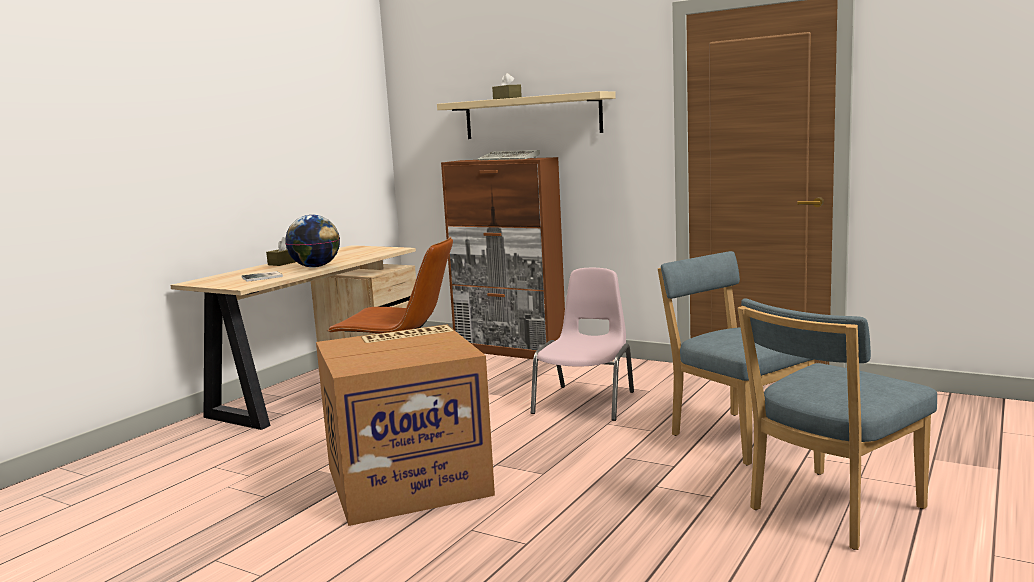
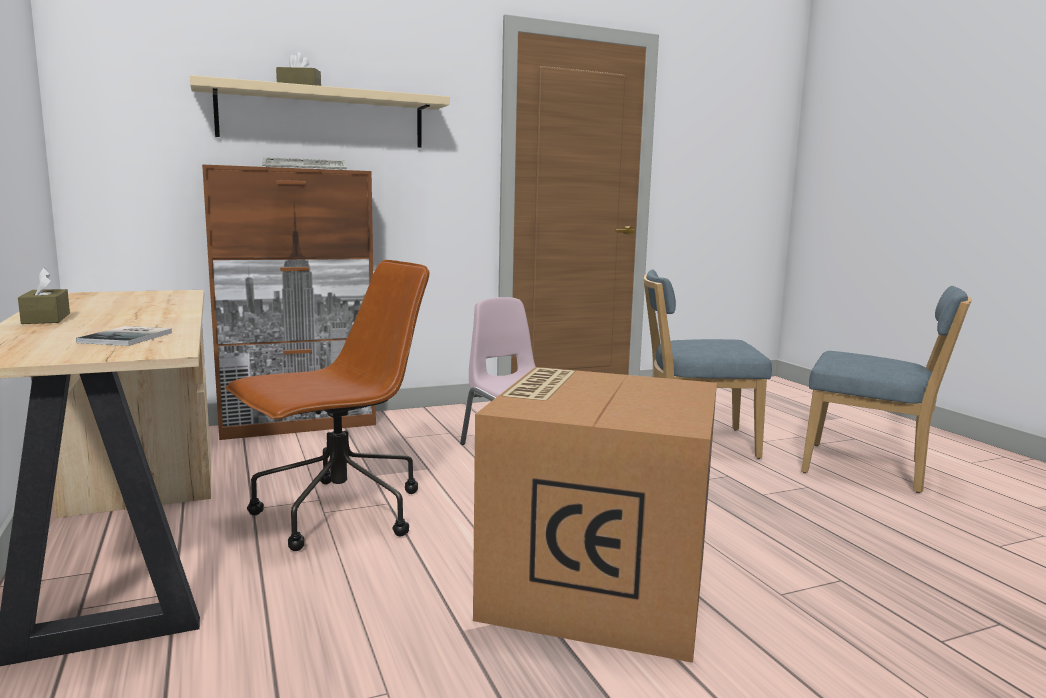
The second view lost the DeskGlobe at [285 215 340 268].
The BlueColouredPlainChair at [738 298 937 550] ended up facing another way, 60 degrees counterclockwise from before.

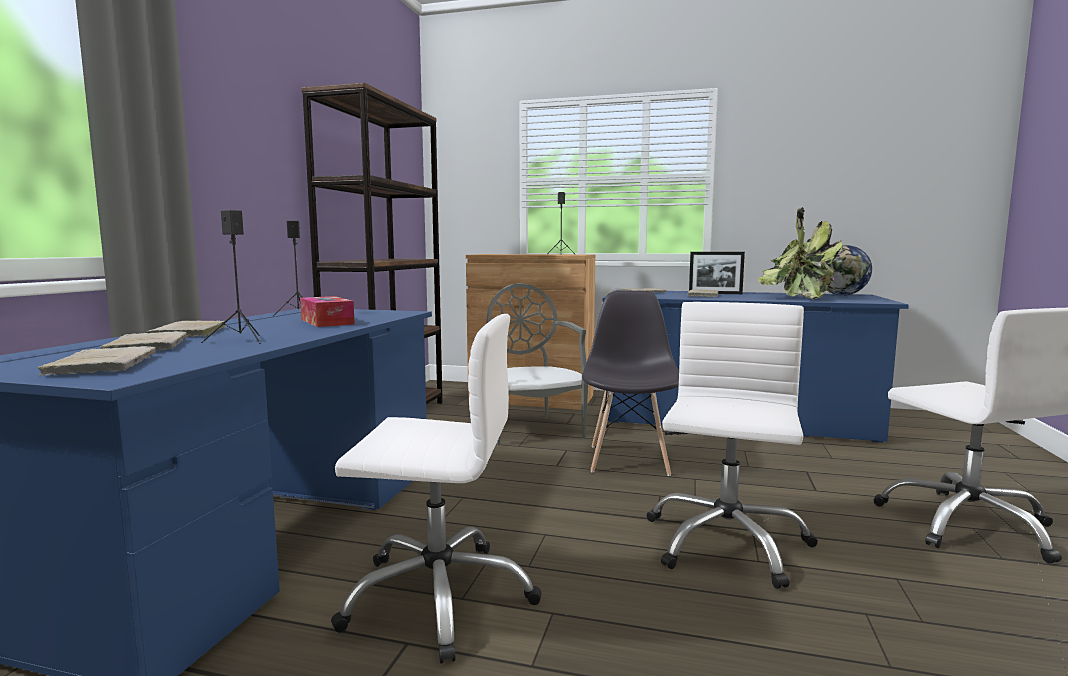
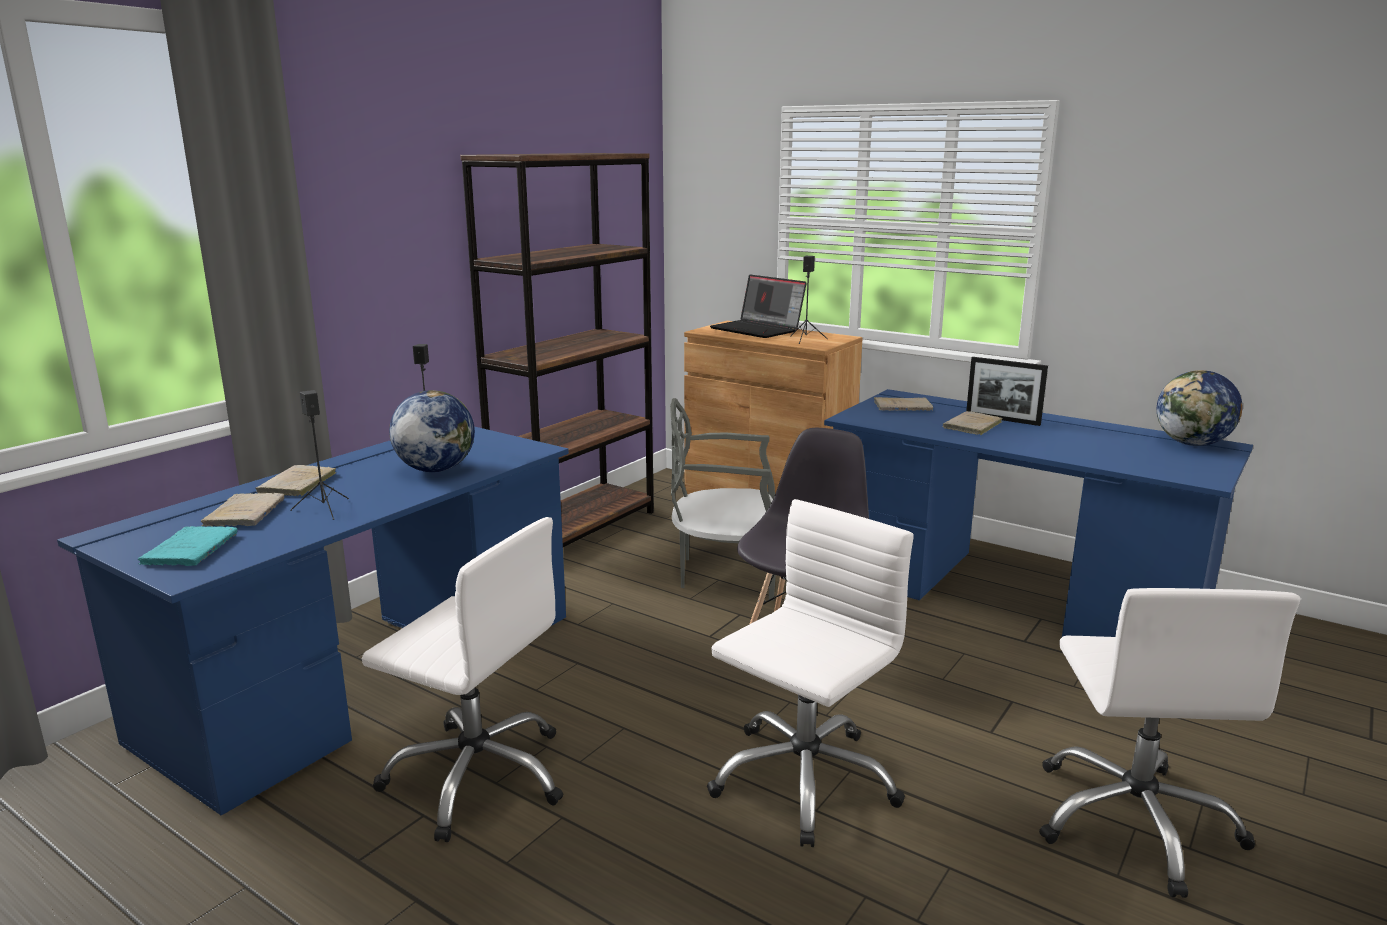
The second view lost the PottedPlant at [758 207 842 299].
The GrayPlainChair at [486 283 588 445] ended up facing another way, 90 degrees counterclockwise from before.
Where the TissueBox stood at [300 296 355 327], the DeskGlobe came to stand at [389 390 475 472].
What was the BeigeColouredBoundBook at [38 346 156 376] turned into the BlueGreenBoundBook at [138 526 238 566].
The second view gained the PortableComputer at [710 275 807 338].

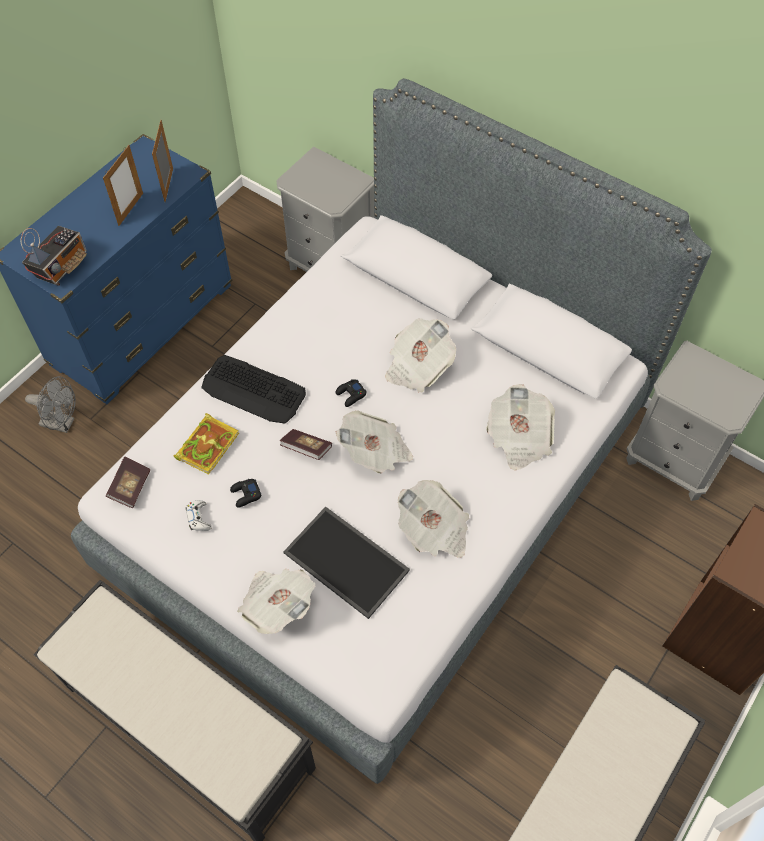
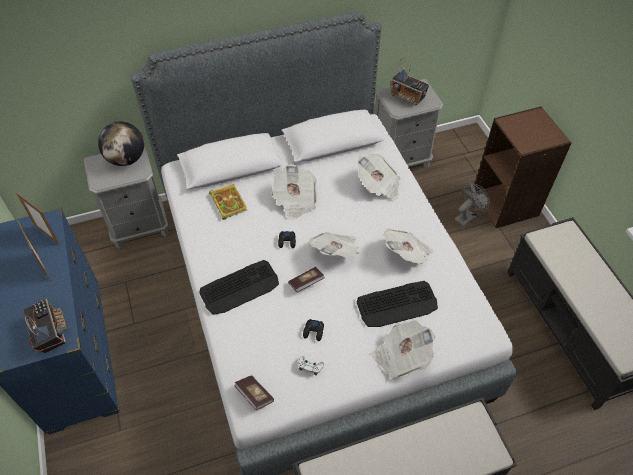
The GrayCoolingFan ended up elsewhere, having gone from [25 376 76 433] to [455 183 490 227].
The BoundBook ended up elsewhere, having gone from [174 413 239 475] to [209 184 247 220].
Where the Tray stood at [283 506 410 619], the ComputerKeyboard came to stand at [357 281 438 327].
The second view gained the RadioReceiver at [390 58 429 105].
The second view gained the DeskGlobe at [98 122 144 166].

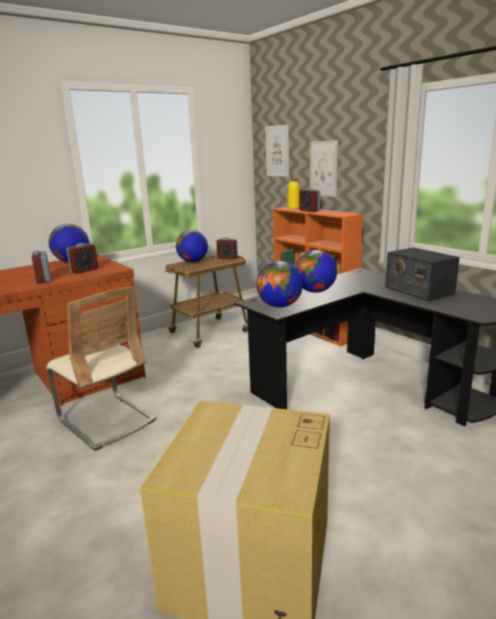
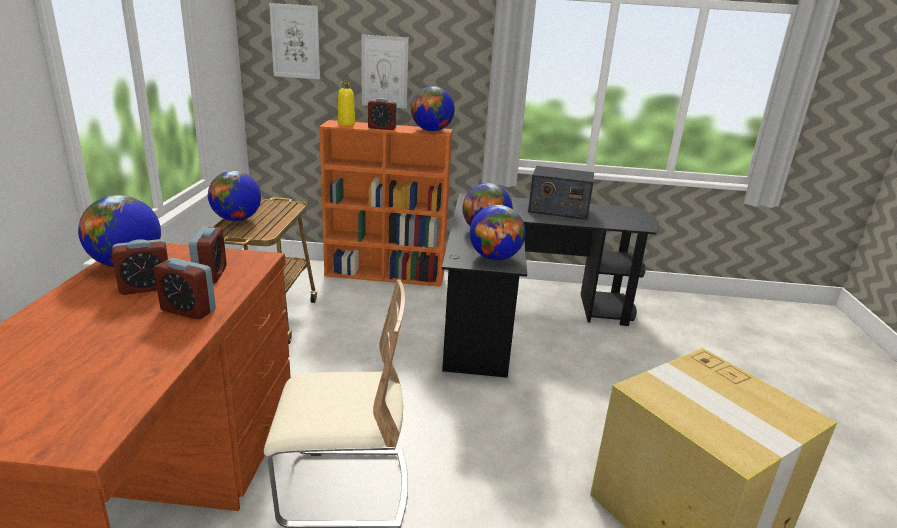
The AlarmClock ended up elsewhere, having gone from [216 237 238 260] to [112 239 168 295].
The second view gained the DeskGlobe at [411 86 455 131].

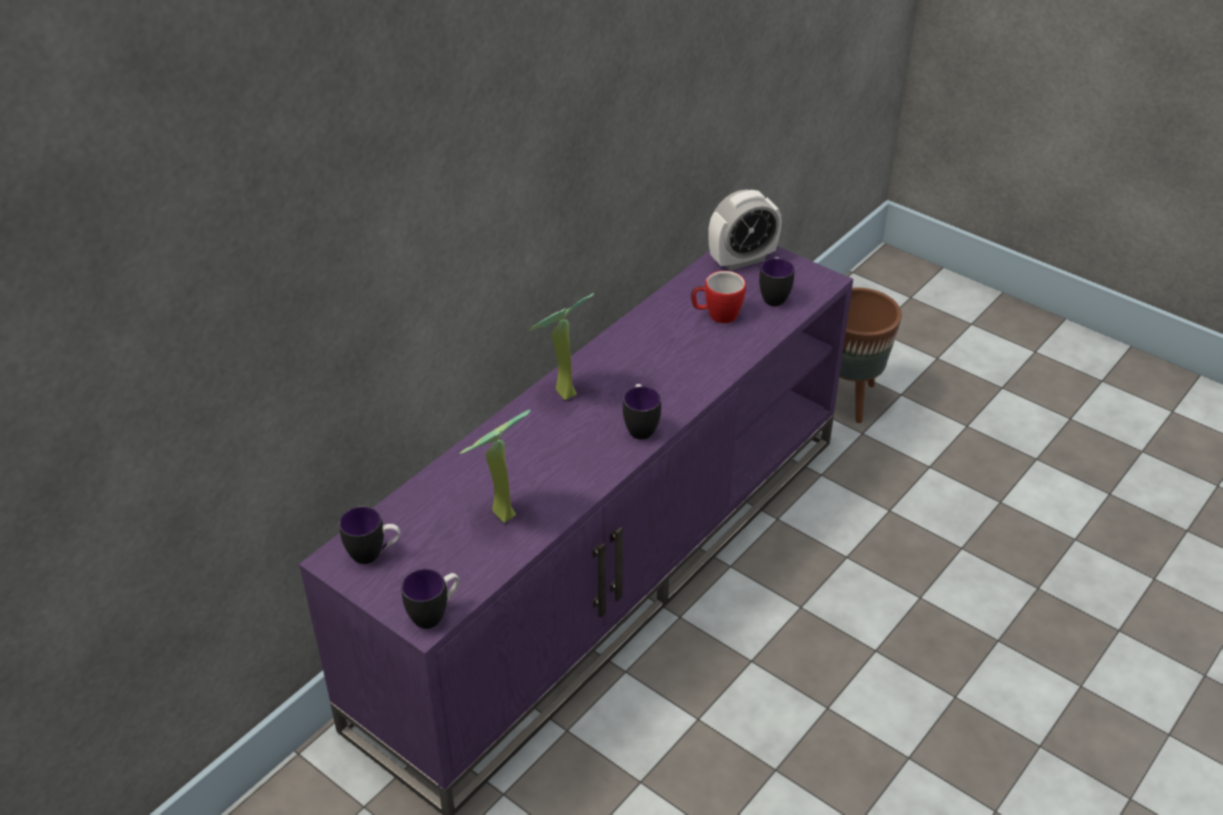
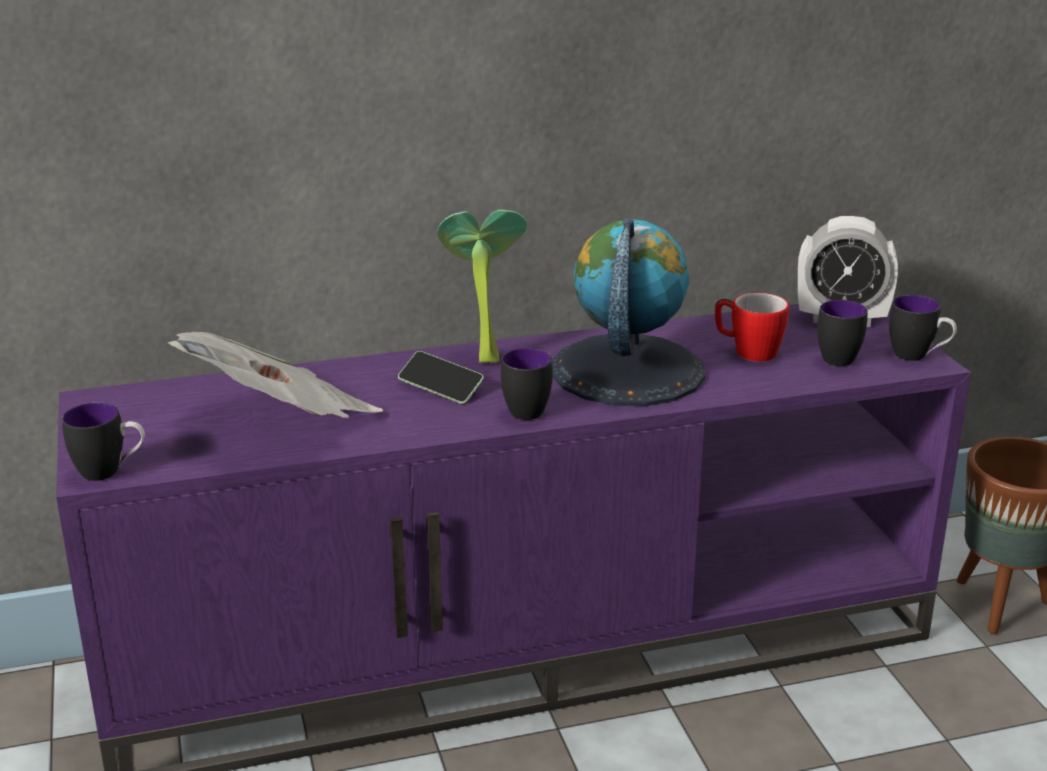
Where the PottedPlant stood at [459 409 531 523], the Newspaper came to stand at [168 332 383 418].
The Mug ended up elsewhere, having gone from [339 507 400 564] to [889 295 957 361].
The second view gained the DeskGlobe at [552 218 705 406].
The second view gained the Handset at [398 351 484 404].

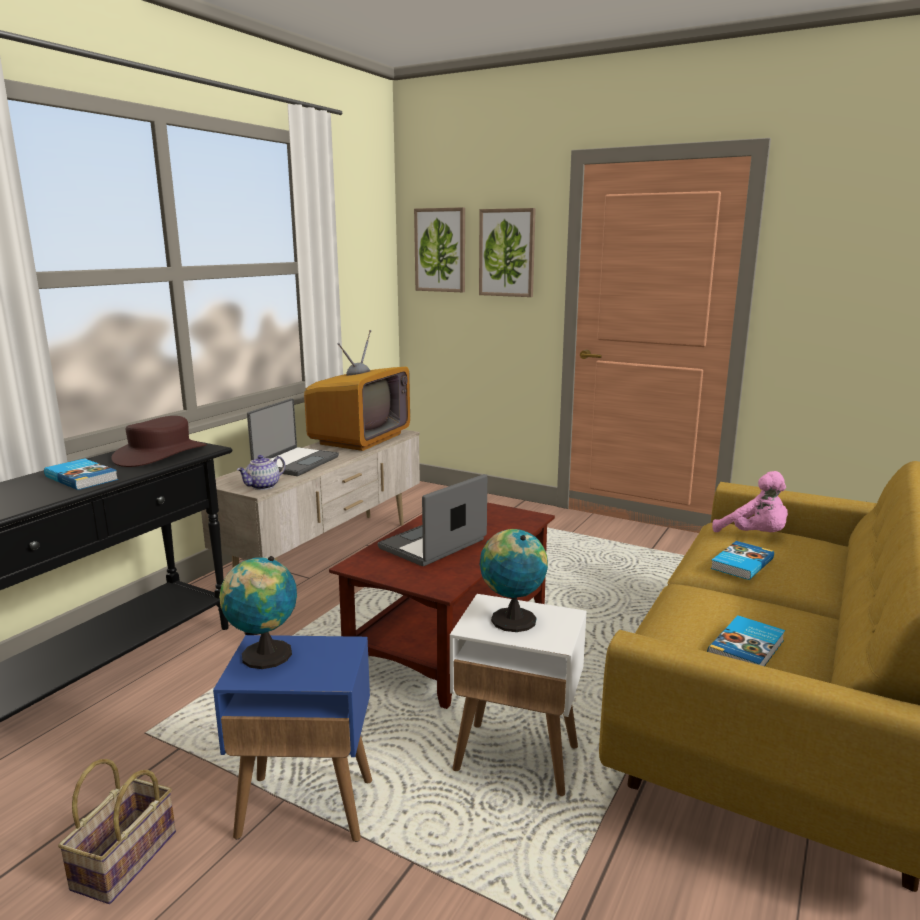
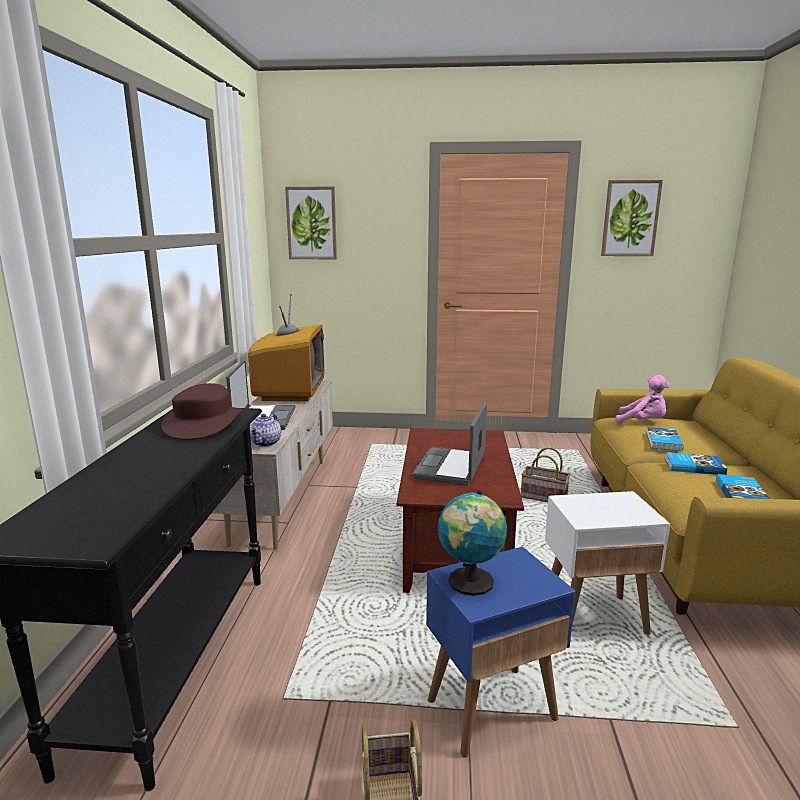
The WallArt ended up elsewhere, having gone from [479 208 536 297] to [601 180 663 256].
The BoundBook ended up elsewhere, having gone from [44 458 118 490] to [665 452 727 475].
The second view lost the DeskGlobe at [480 529 548 632].
The second view gained the StorageBasket at [521 447 570 502].

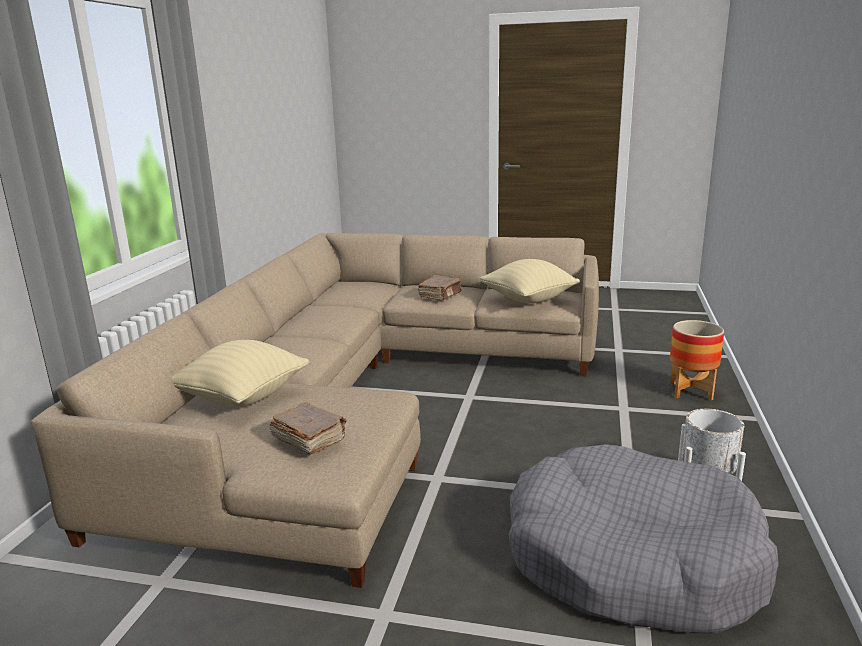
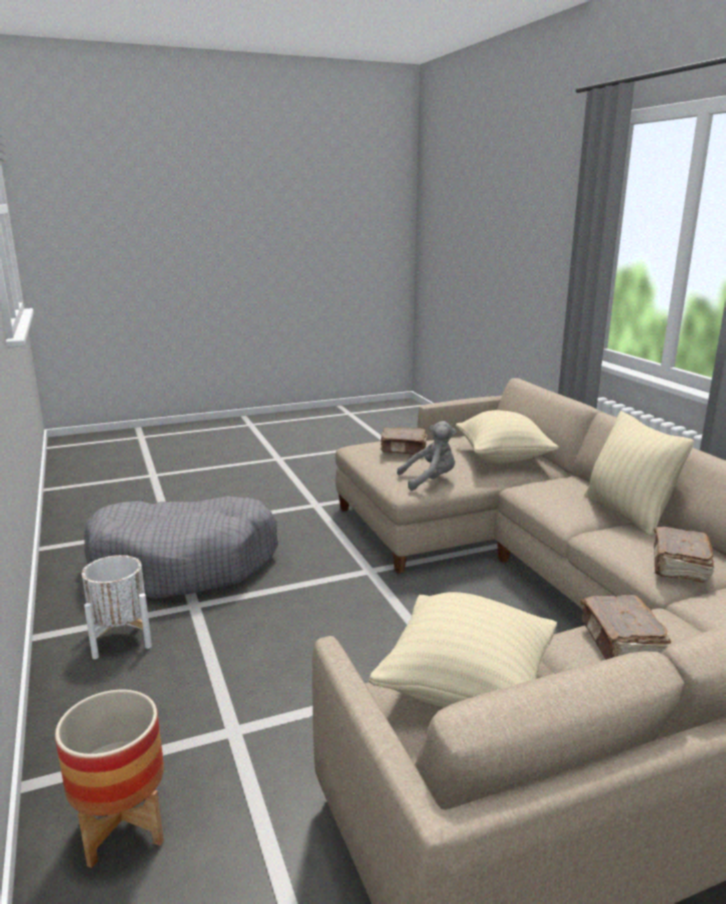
The second view gained the BeigeColouredThrowPillow at [584 411 694 536].
The second view gained the GraySoftToy at [397 421 457 491].
The second view gained the BrownColouredBoundBook at [654 527 714 583].

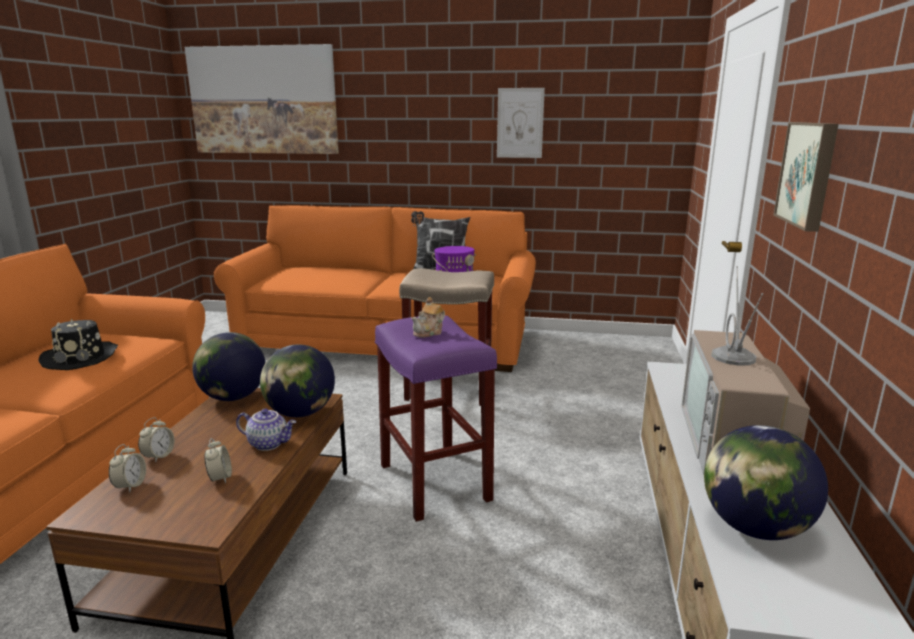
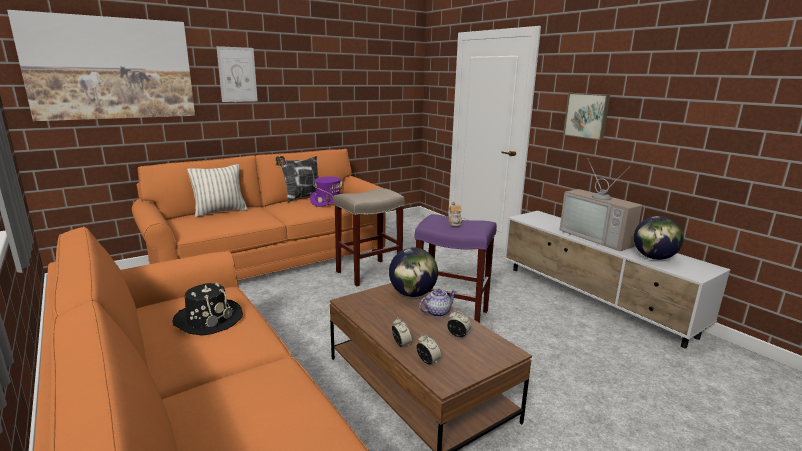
The WallArt ended up elsewhere, having gone from [497 88 545 158] to [216 46 258 102].
The second view lost the DeskGlobe at [192 332 265 401].
The second view gained the ThrowPillow at [187 164 247 217].

